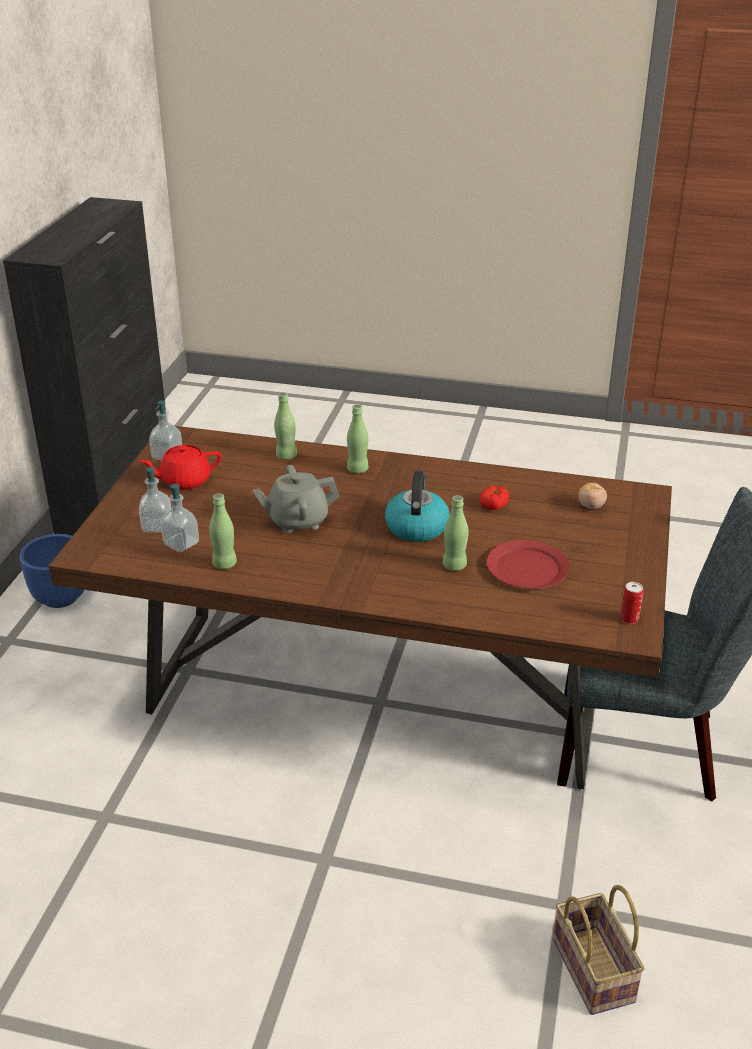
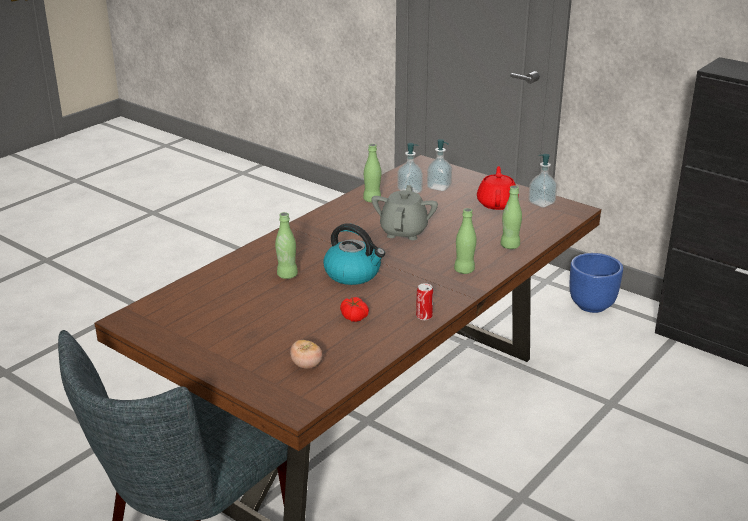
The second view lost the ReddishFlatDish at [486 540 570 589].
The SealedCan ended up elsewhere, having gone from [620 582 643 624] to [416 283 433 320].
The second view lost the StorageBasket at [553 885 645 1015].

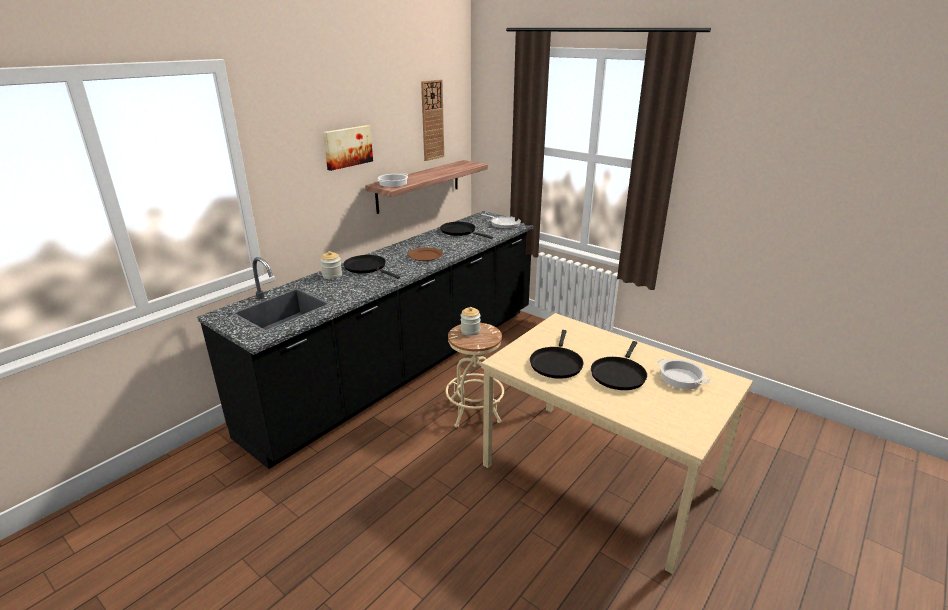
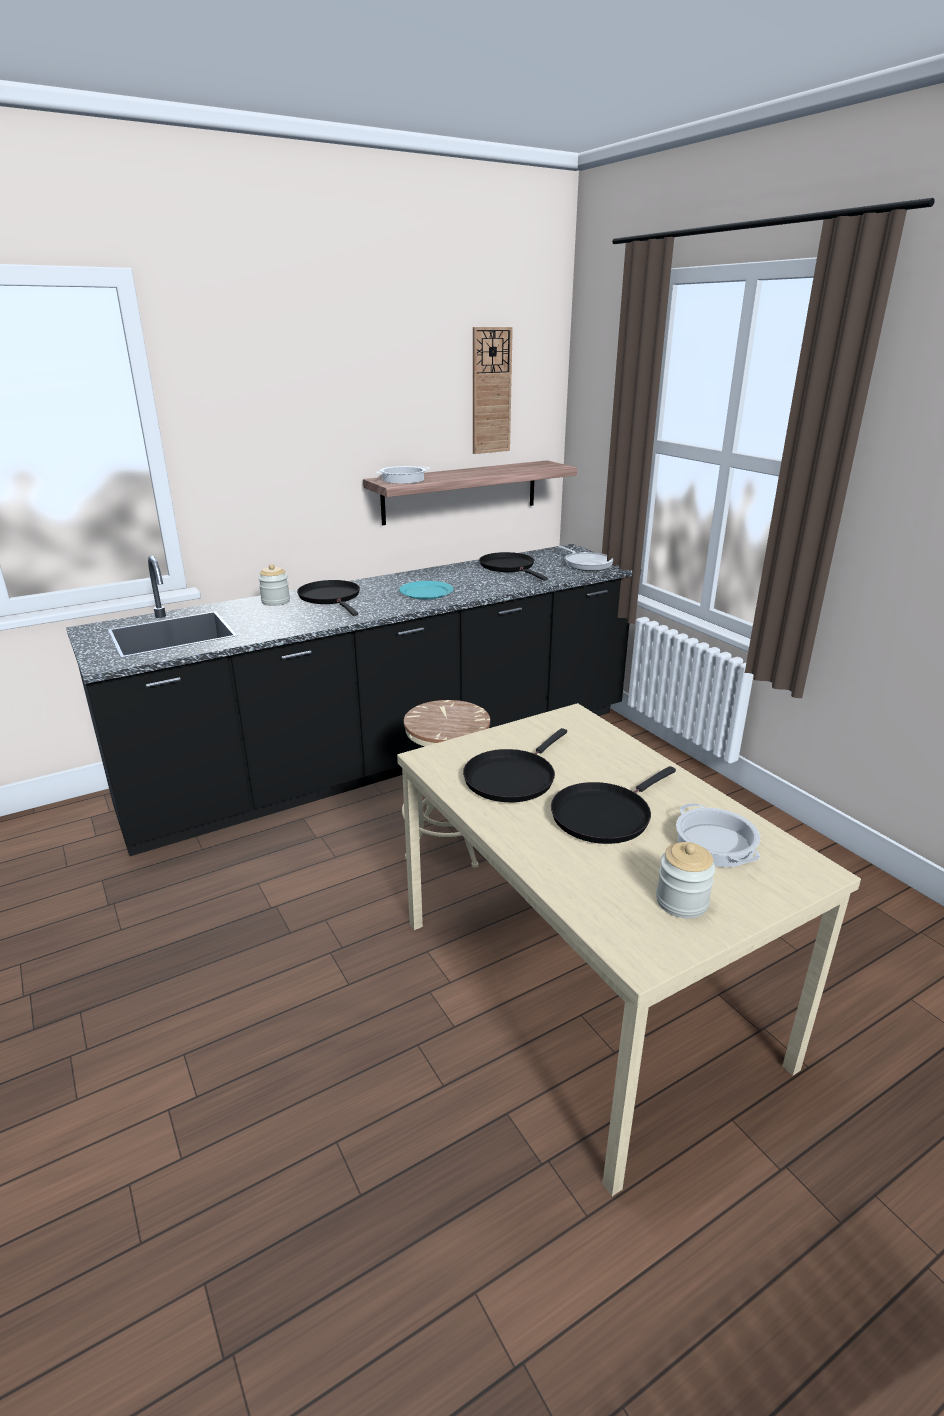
The second view lost the WallArt at [323 125 373 171].
What was the BrownColouredFlatDish at [408 247 443 261] turned into the BlueGreenFlatDish at [399 581 453 600].
The Jar ended up elsewhere, having gone from [461 307 481 336] to [656 842 715 918].

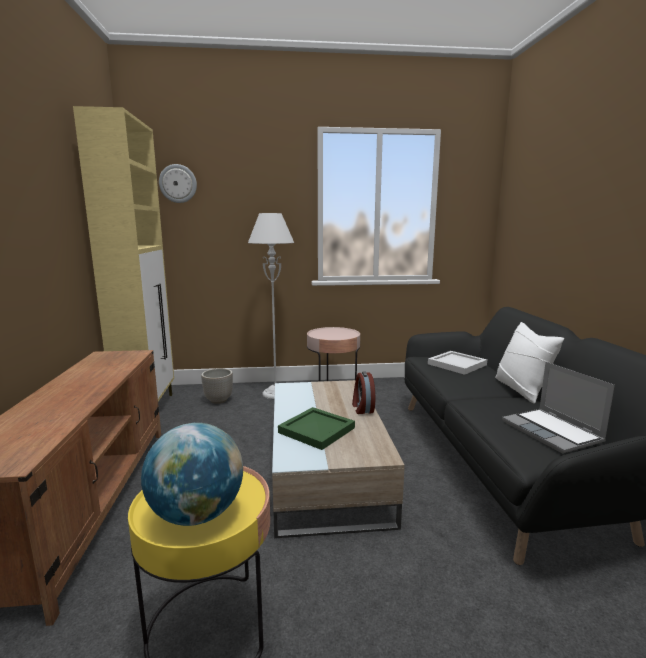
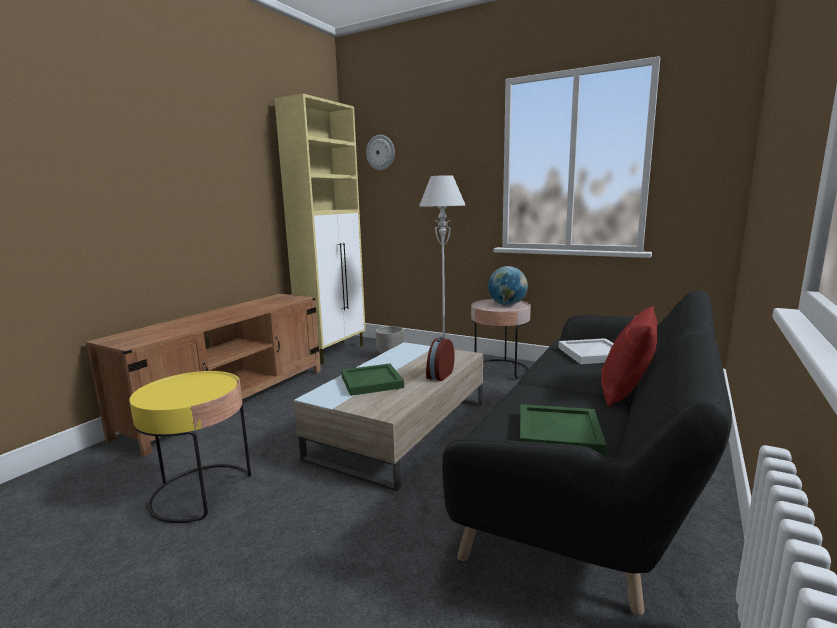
What was the WhiteColouredThrowPillow at [495 322 564 404] turned into the ReddishThrowPillow at [602 306 658 407].
Where the PortableComputer stood at [502 362 615 454], the GreenishTray came to stand at [520 404 607 456].
The DeskGlobe ended up elsewhere, having gone from [141 423 243 526] to [488 266 528 305].

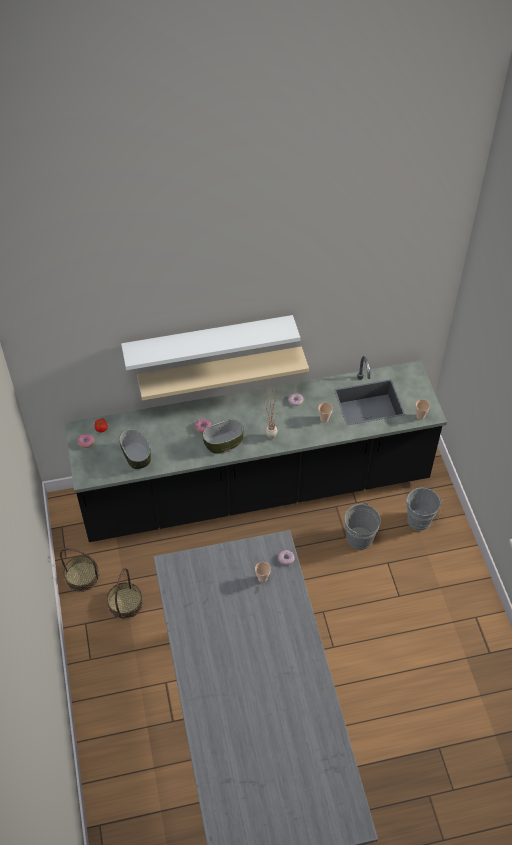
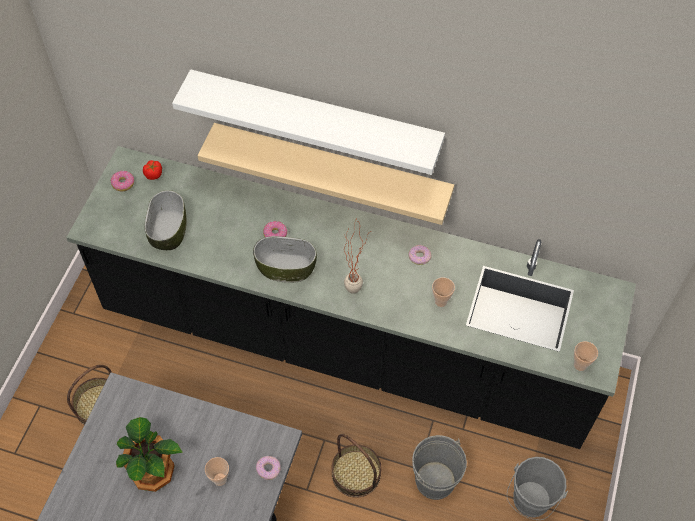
The StorageBasket ended up elsewhere, having gone from [60 548 99 592] to [331 434 381 498].
The second view gained the PottedPlant at [116 417 183 492].

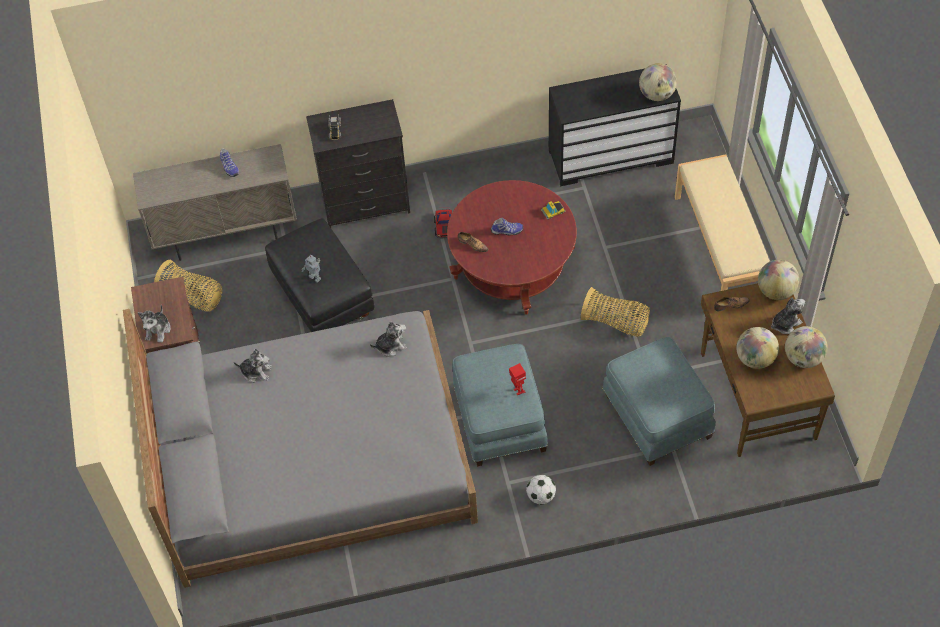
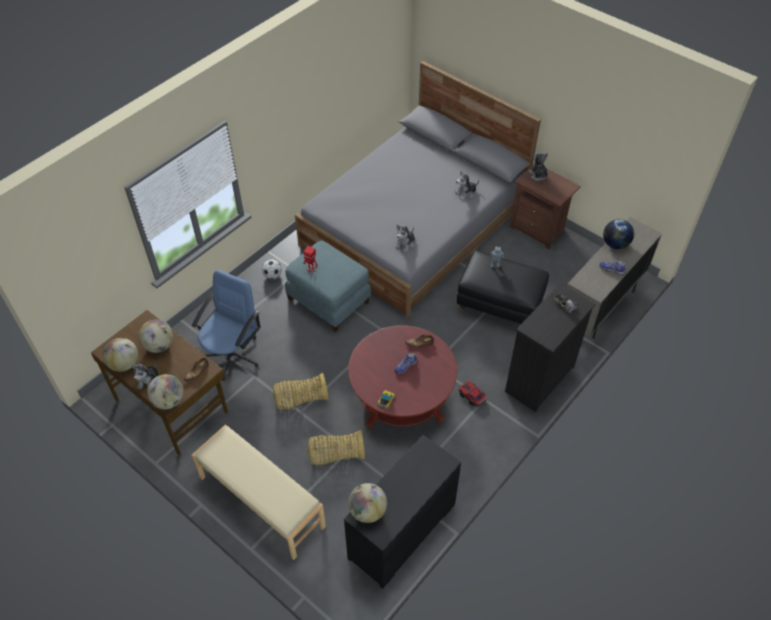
The StorageBasket ended up elsewhere, having gone from [154 260 223 312] to [308 430 365 465].
Where the BlueColouredOttoman stood at [603 337 716 466], the BlueColouredDeskChair came to stand at [192 269 261 381].
The second view gained the DeskGlobe at [603 219 634 249].

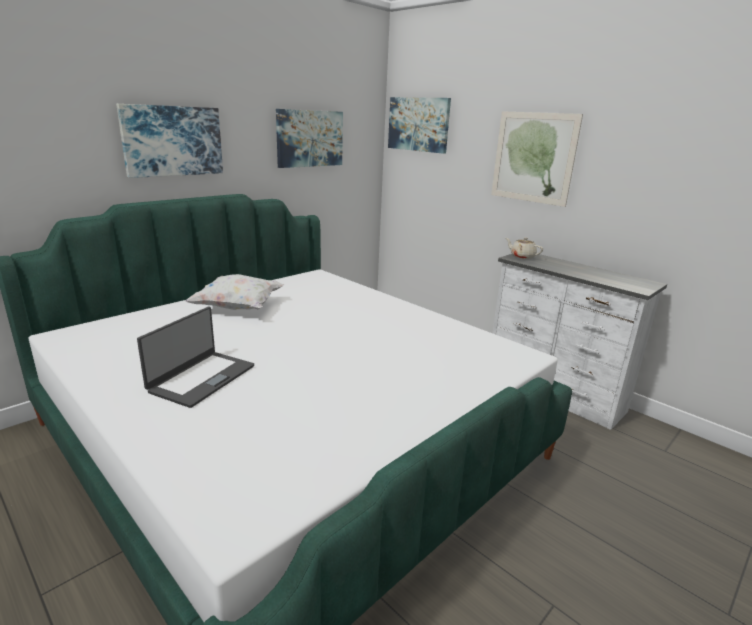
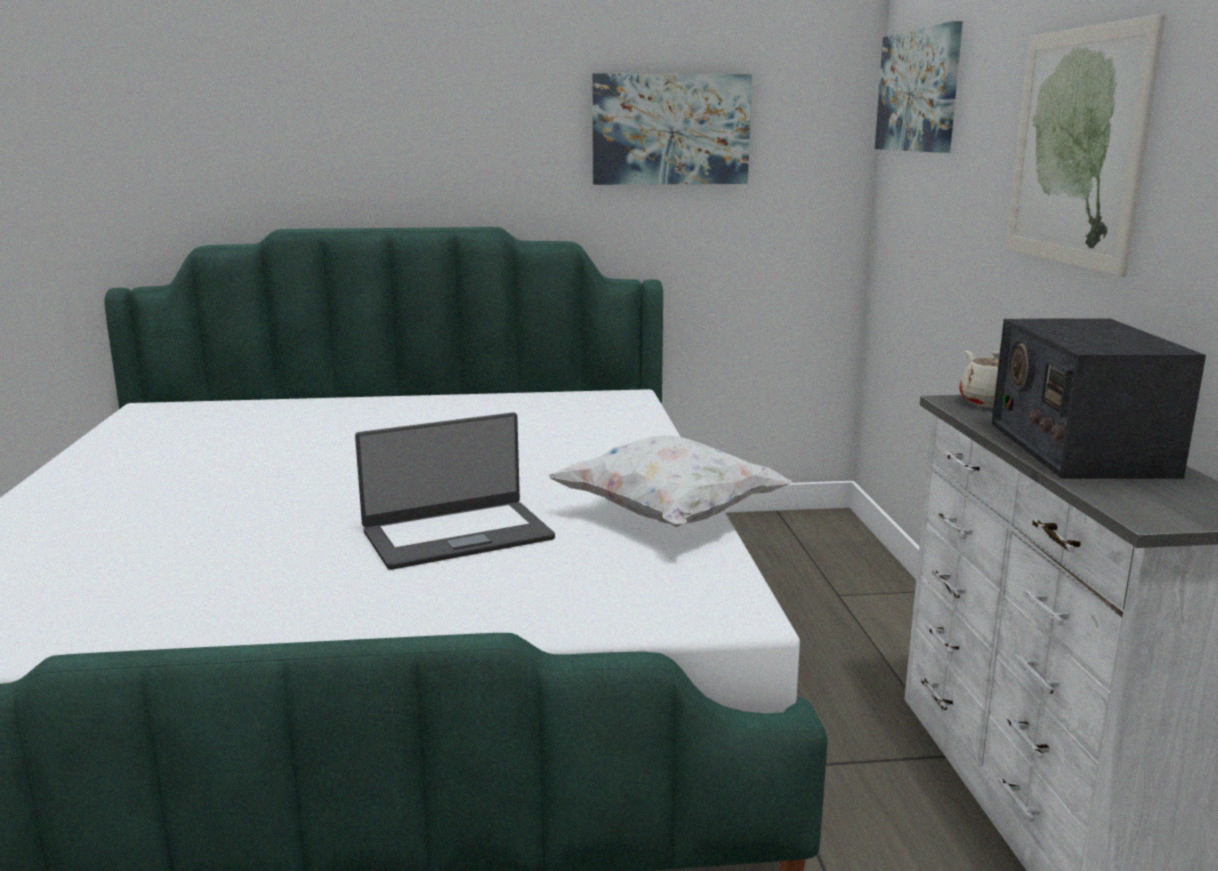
The second view lost the WallArt at [116 104 223 178].
The WhiteColouredThrowPillow ended up elsewhere, having gone from [185 274 284 310] to [548 436 792 527].
The PortableComputer ended up elsewhere, having gone from [137 307 254 408] to [355 412 555 570].
The second view gained the RadioReceiver at [992 319 1206 479].

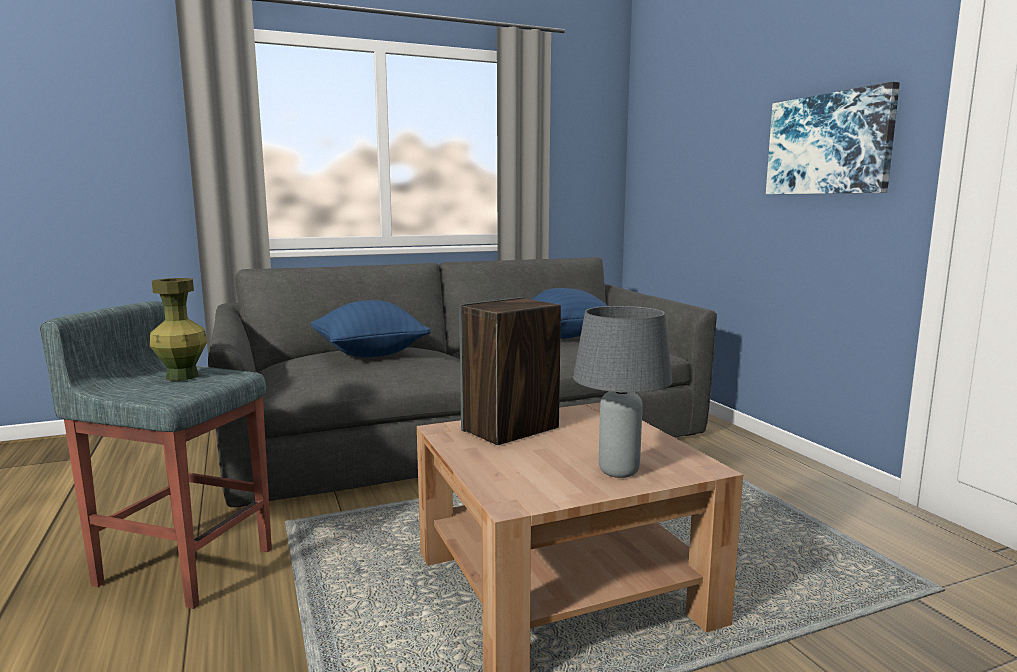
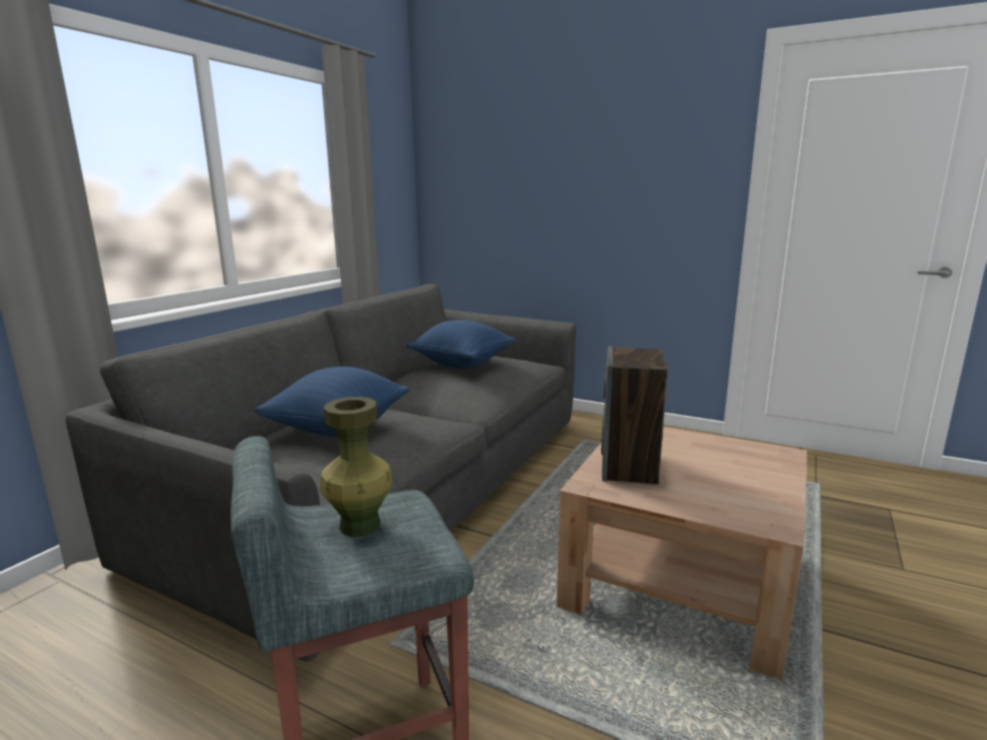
The second view lost the WallArt at [766 82 900 194].
The second view lost the GrayTabletopLamp at [573 306 673 478].

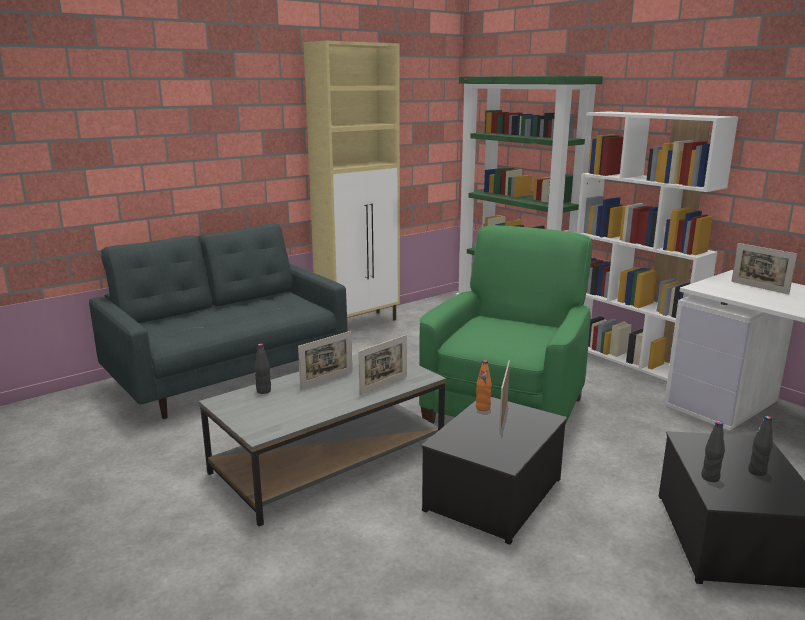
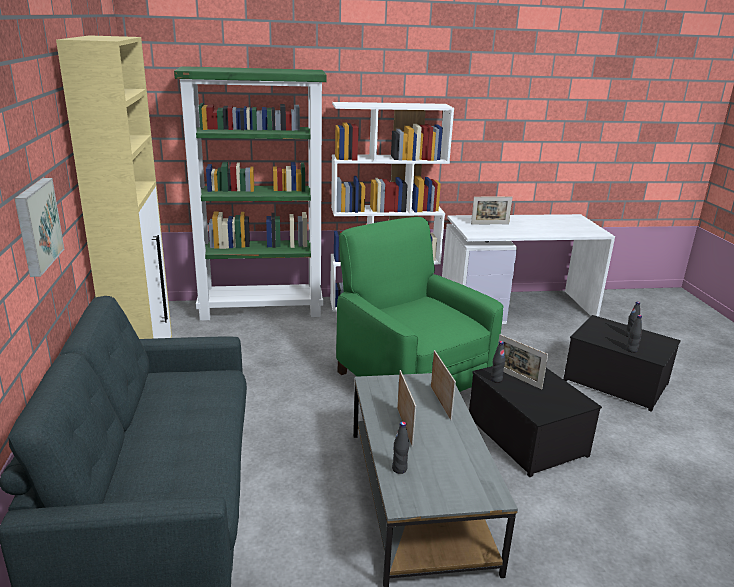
What was the OrangeColouredBottle at [476 360 492 411] turned into the BlackColouredBottle at [491 341 505 383].
The second view gained the WallArt at [14 178 64 277].

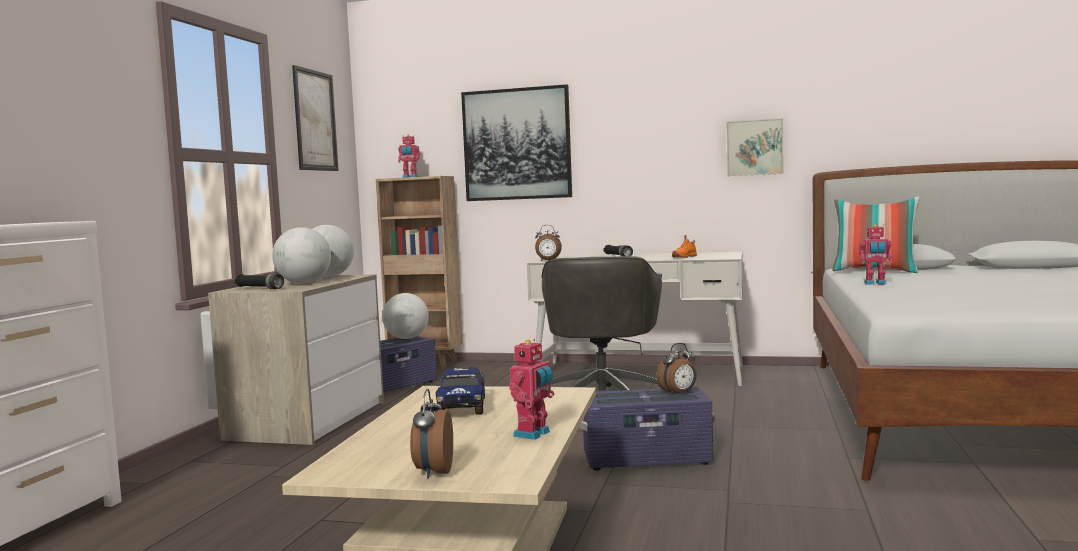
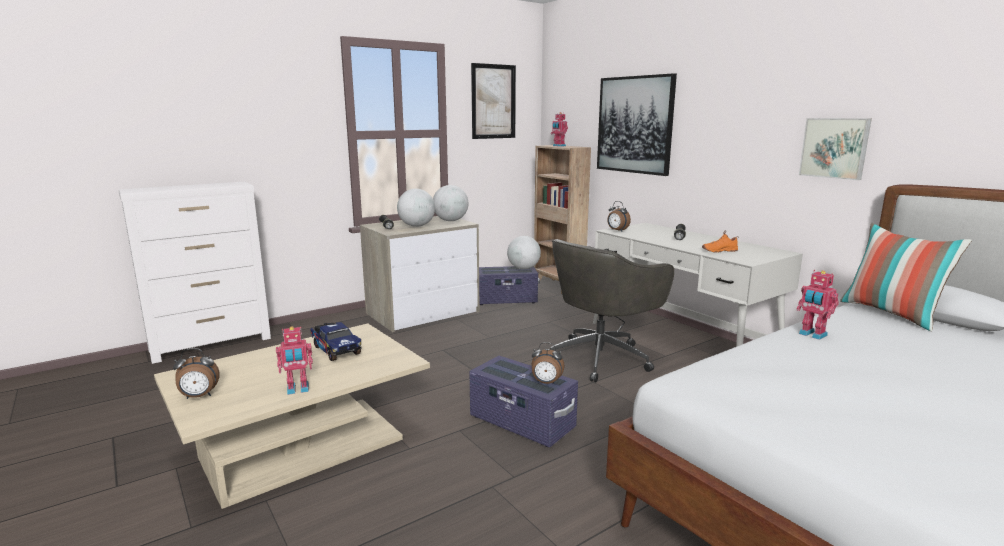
The ModelTruck at [436 367 485 415] ended up facing another way, 75 degrees counterclockwise from before.
The AlarmClock at [410 389 453 478] ended up facing another way, 150 degrees counterclockwise from before.

